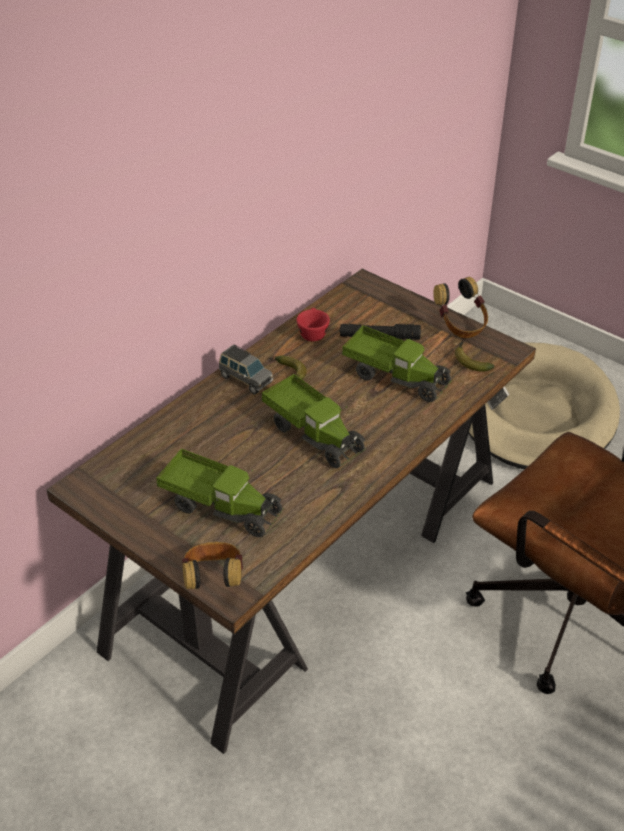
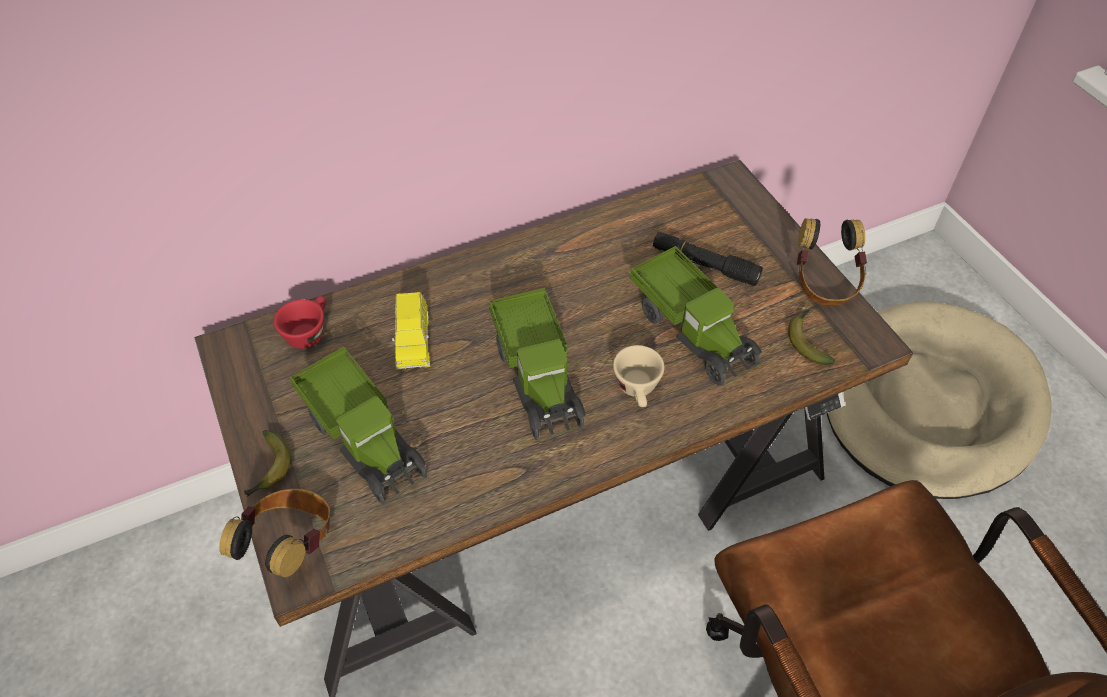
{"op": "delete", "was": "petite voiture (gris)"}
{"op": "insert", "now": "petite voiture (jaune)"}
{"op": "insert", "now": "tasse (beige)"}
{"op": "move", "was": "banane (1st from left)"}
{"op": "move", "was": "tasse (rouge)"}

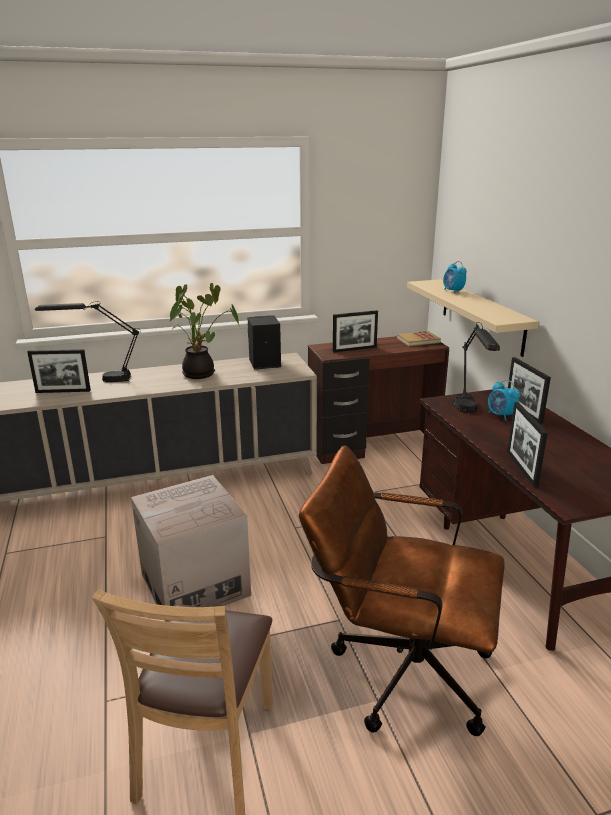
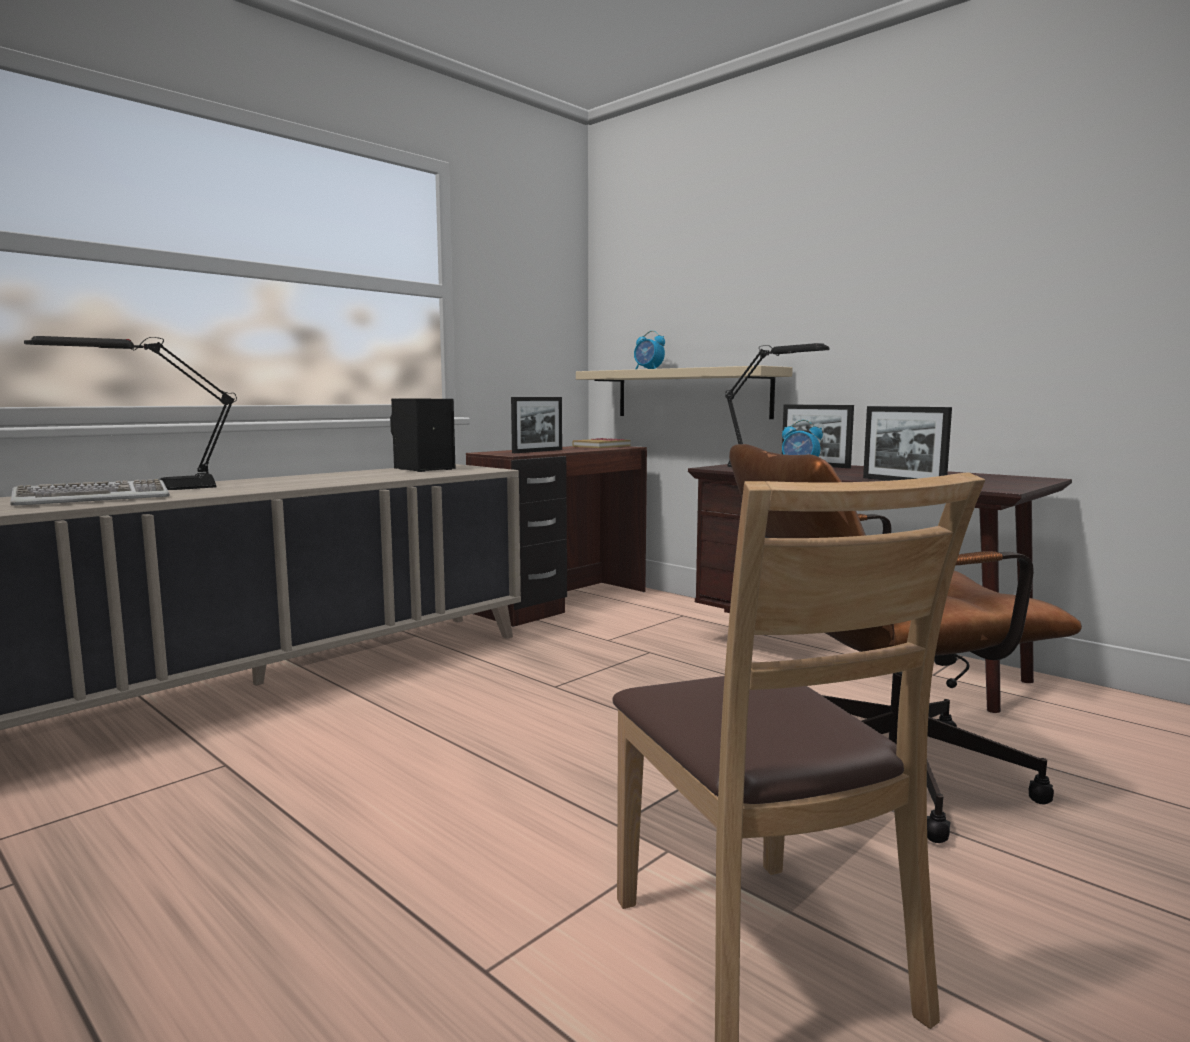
{"op": "delete", "was": "carton"}
{"op": "delete", "was": "plante en pot"}
{"op": "replace", "was": "cadre photo (1st from left)", "now": "clavier"}

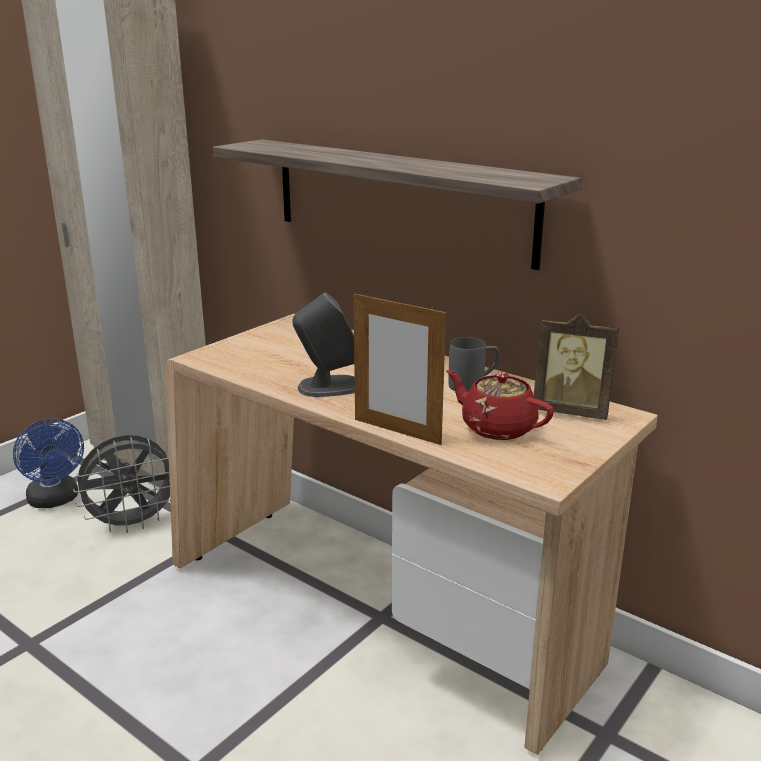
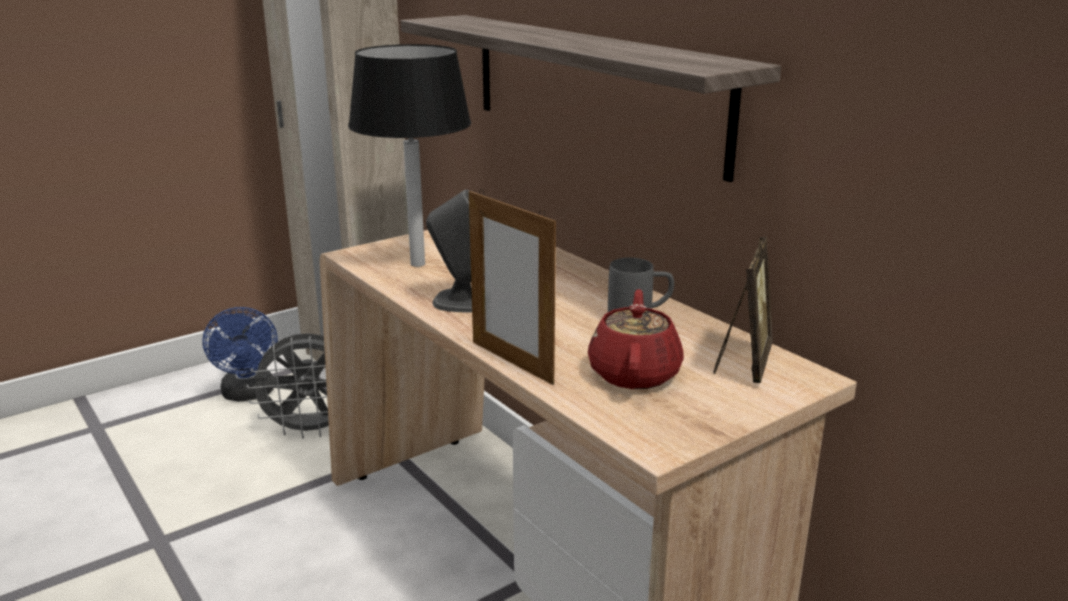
{"op": "insert", "now": "lampe de table (noir)"}
{"op": "rotate", "was": "théière (rouge)", "clockwise": 45}
{"op": "rotate", "was": "cadre photo (2nd from left)", "clockwise": -105}

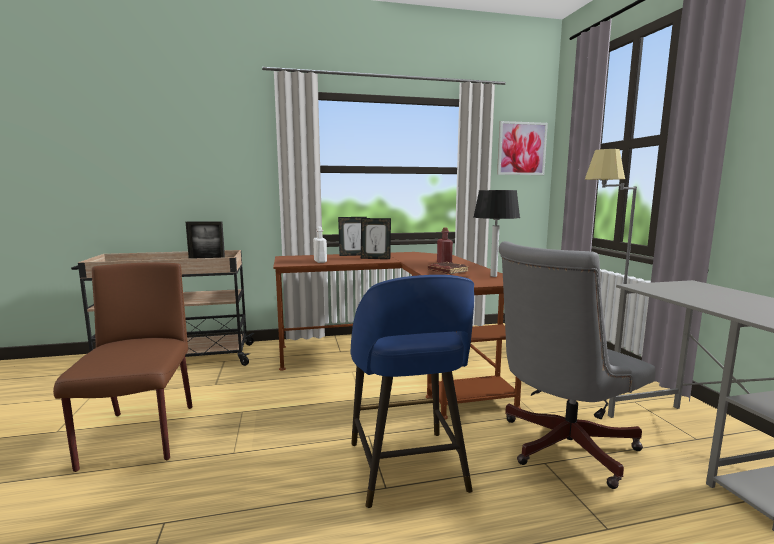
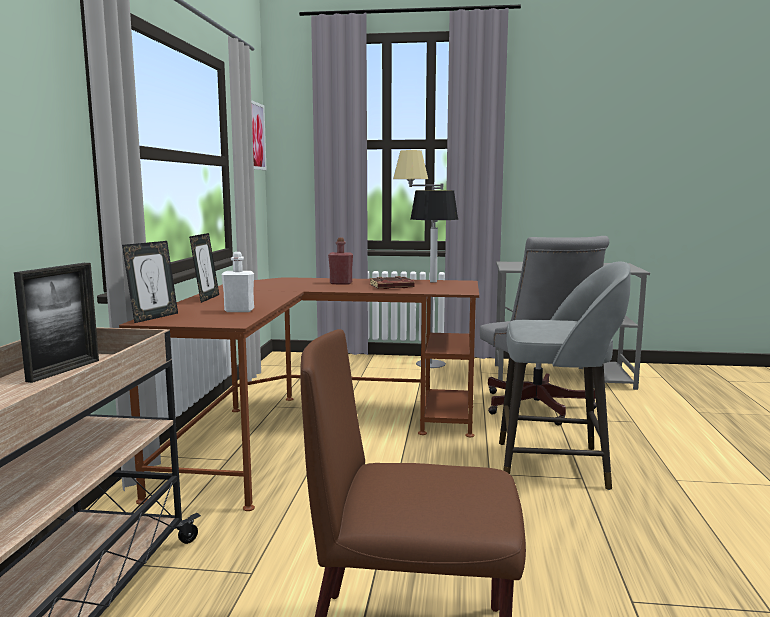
{"op": "move", "was": "cadre photo (3rd from left in the first image)", "now": "cadre photo (2nd from left)"}
{"op": "recolor", "was": "tabouret (bleu)", "now": "tabouret (gris)"}

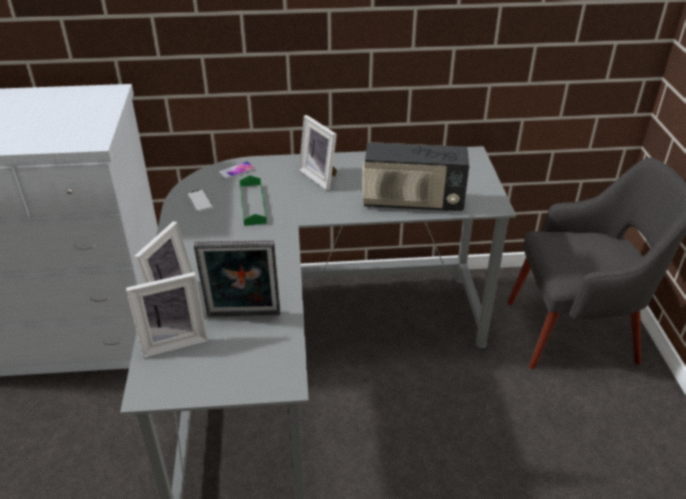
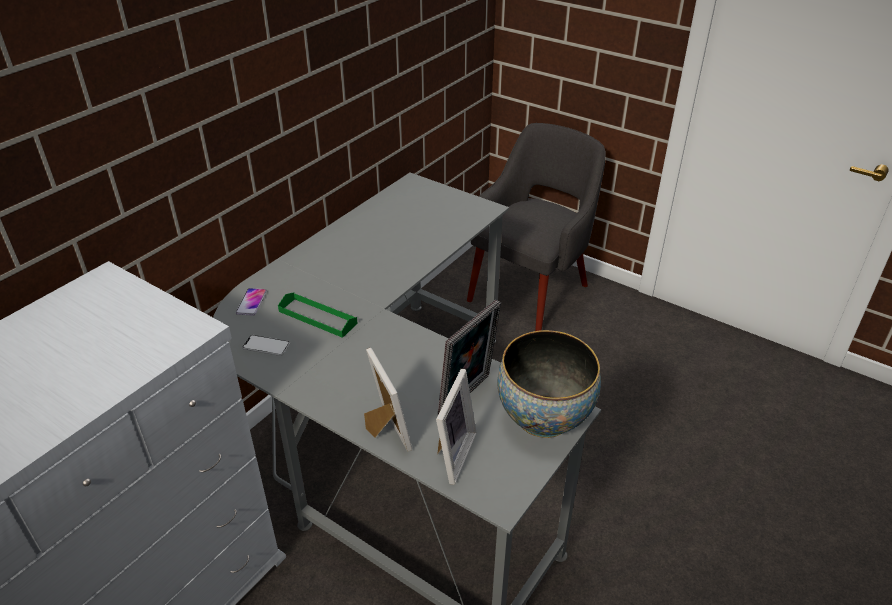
{"op": "delete", "was": "cadre photo (4th from left)"}
{"op": "delete", "was": "radio"}
{"op": "insert", "now": "bol"}

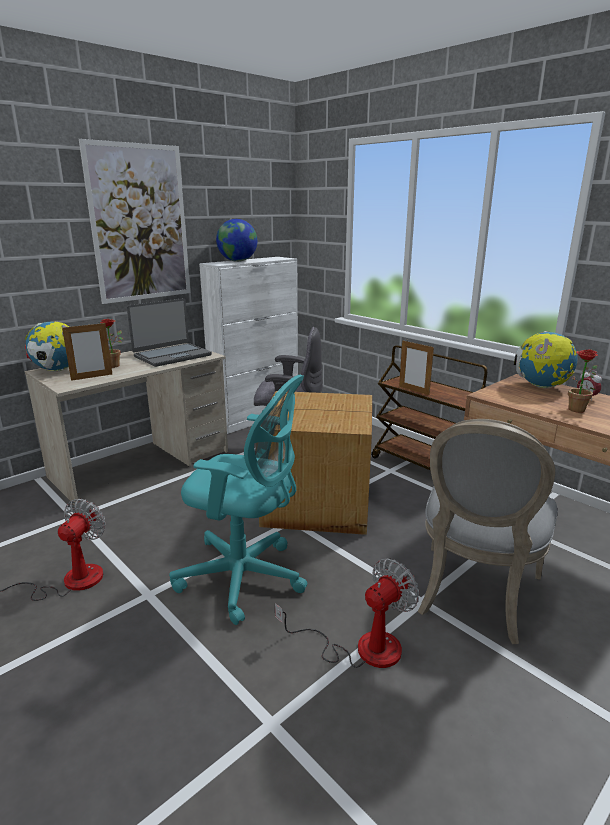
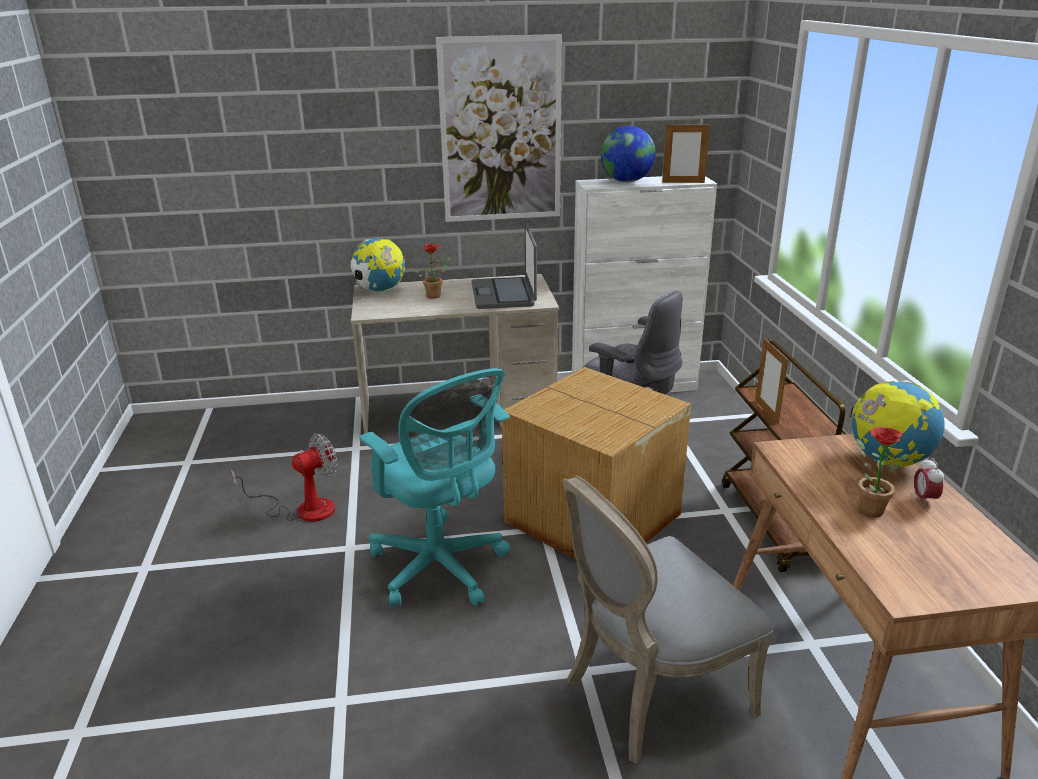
{"op": "delete", "was": "ventilateur (2nd from left)"}
{"op": "move", "was": "cadre photo (1st from left)"}
{"op": "rotate", "was": "ordinateur portable", "clockwise": 90}

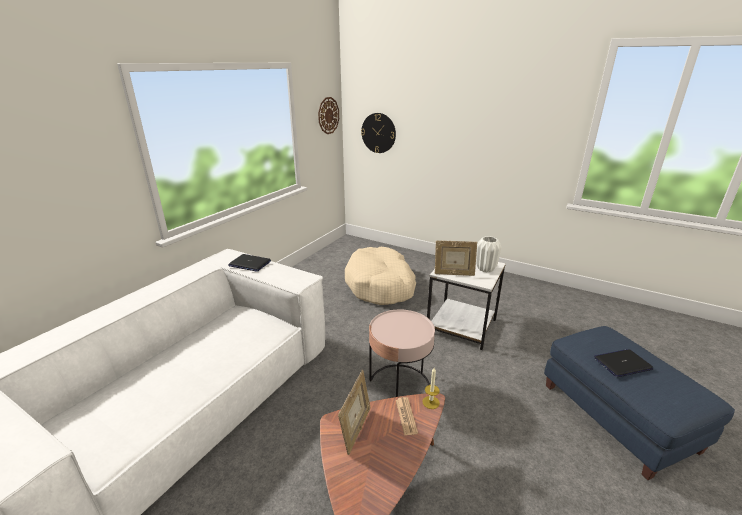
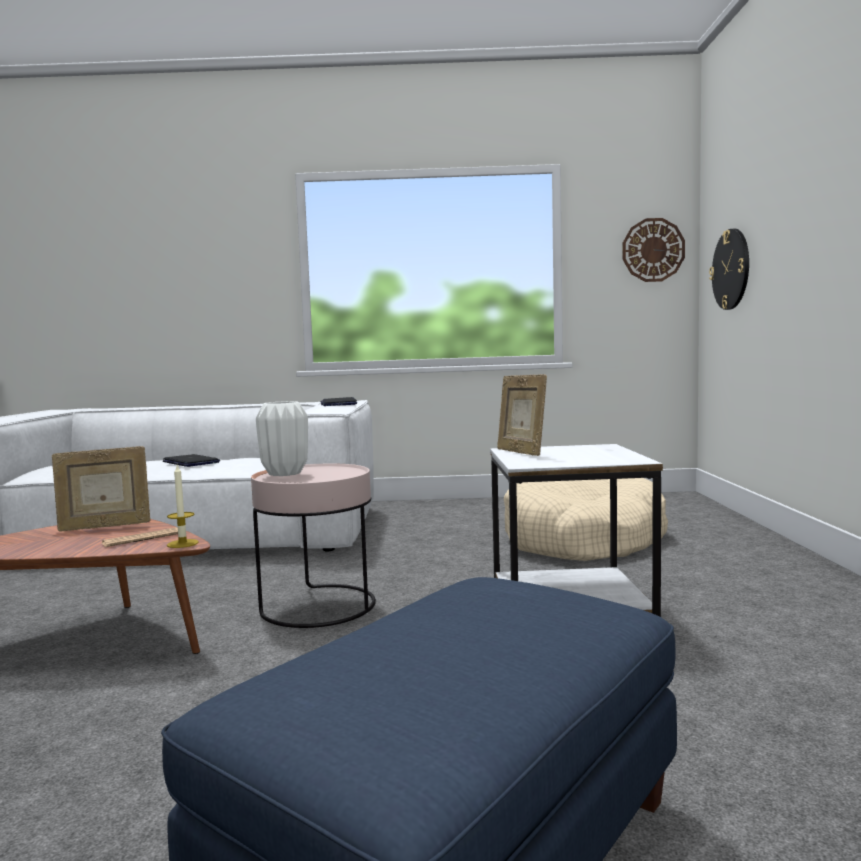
{"op": "move", "was": "vase (blanc)"}
{"op": "move", "was": "ordinateur portable (2nd from left in the first image)", "now": "ordinateur portable (1st from left)"}

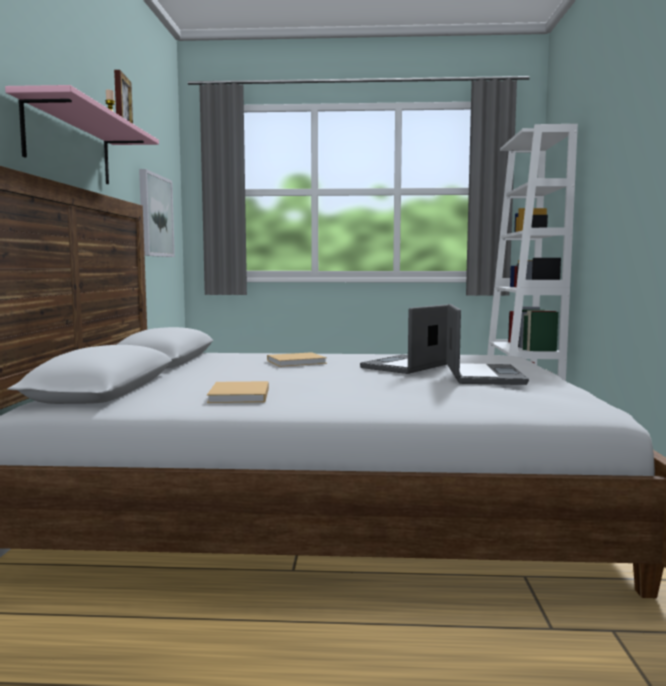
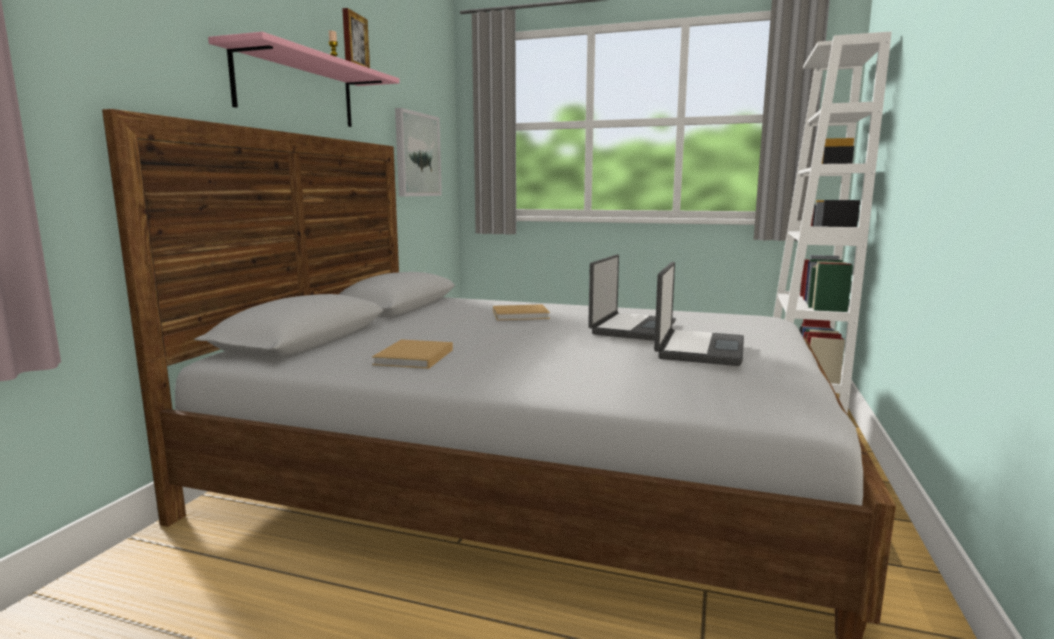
{"op": "rotate", "was": "ordinateur portable (1st from left)", "clockwise": 150}

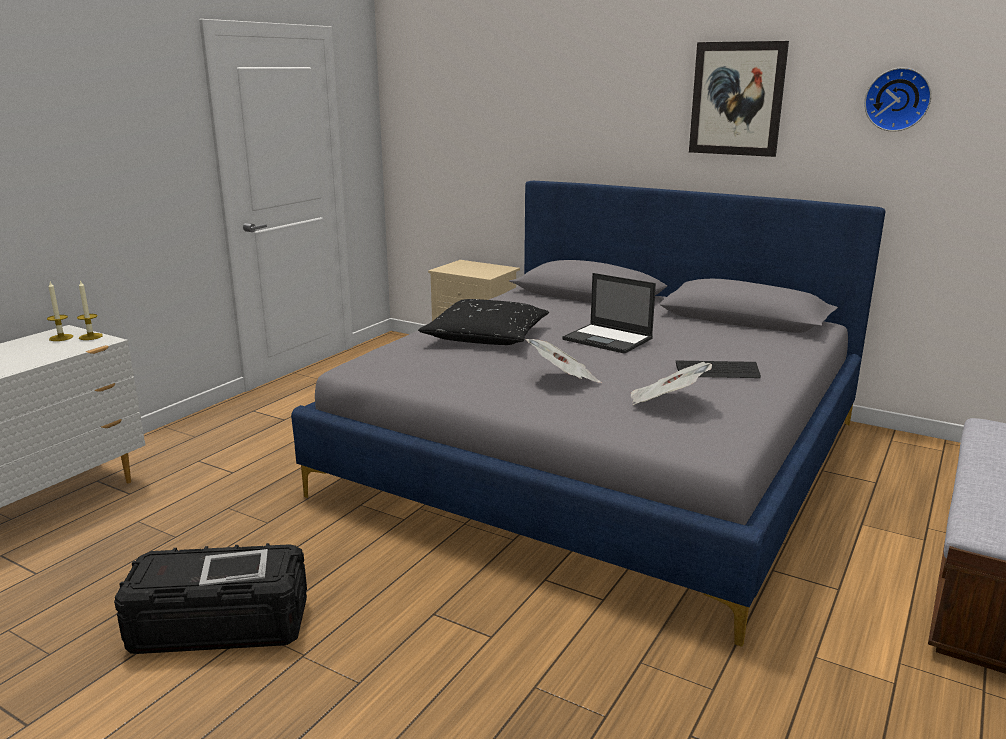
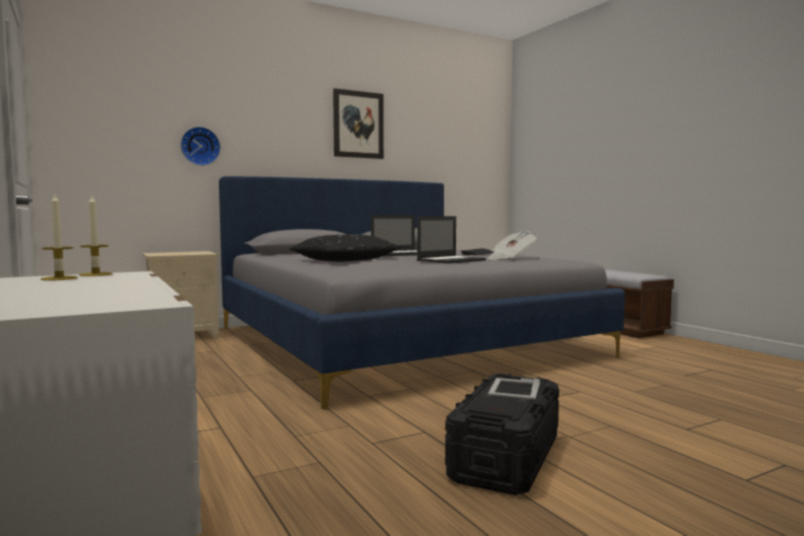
{"op": "move", "was": "horloge murale"}
{"op": "replace", "was": "journal (1st from left)", "now": "ordinateur portable (2nd from left)"}

